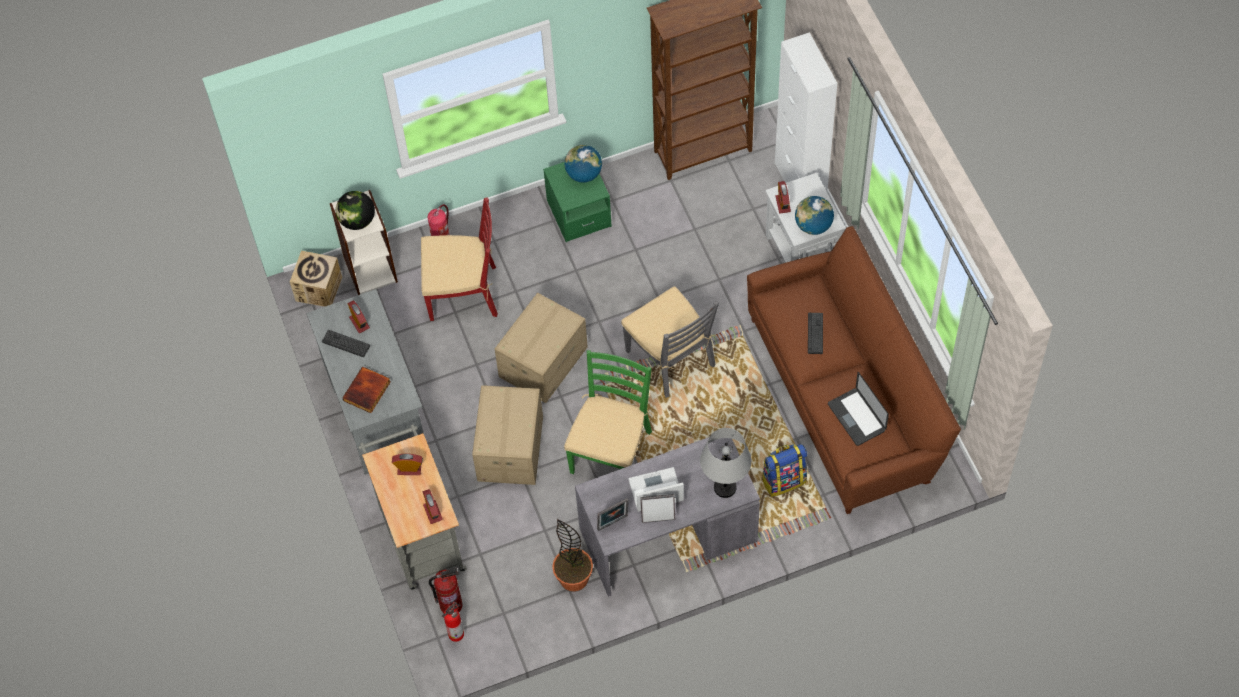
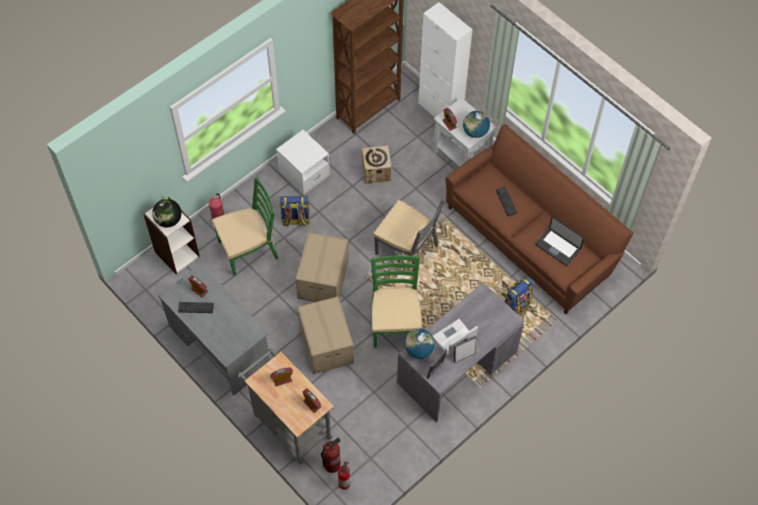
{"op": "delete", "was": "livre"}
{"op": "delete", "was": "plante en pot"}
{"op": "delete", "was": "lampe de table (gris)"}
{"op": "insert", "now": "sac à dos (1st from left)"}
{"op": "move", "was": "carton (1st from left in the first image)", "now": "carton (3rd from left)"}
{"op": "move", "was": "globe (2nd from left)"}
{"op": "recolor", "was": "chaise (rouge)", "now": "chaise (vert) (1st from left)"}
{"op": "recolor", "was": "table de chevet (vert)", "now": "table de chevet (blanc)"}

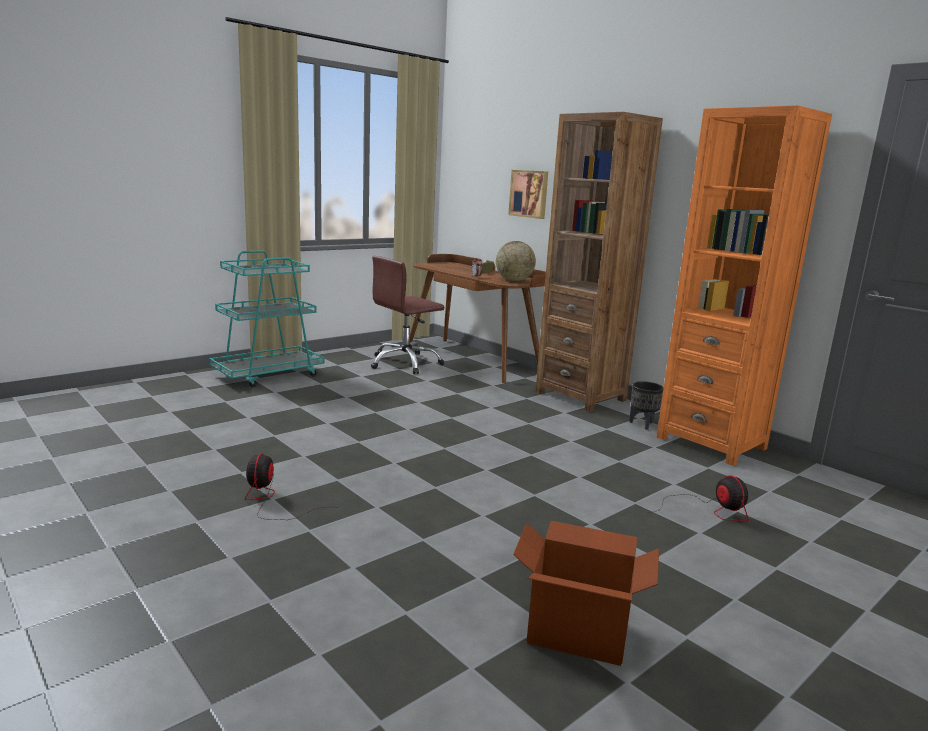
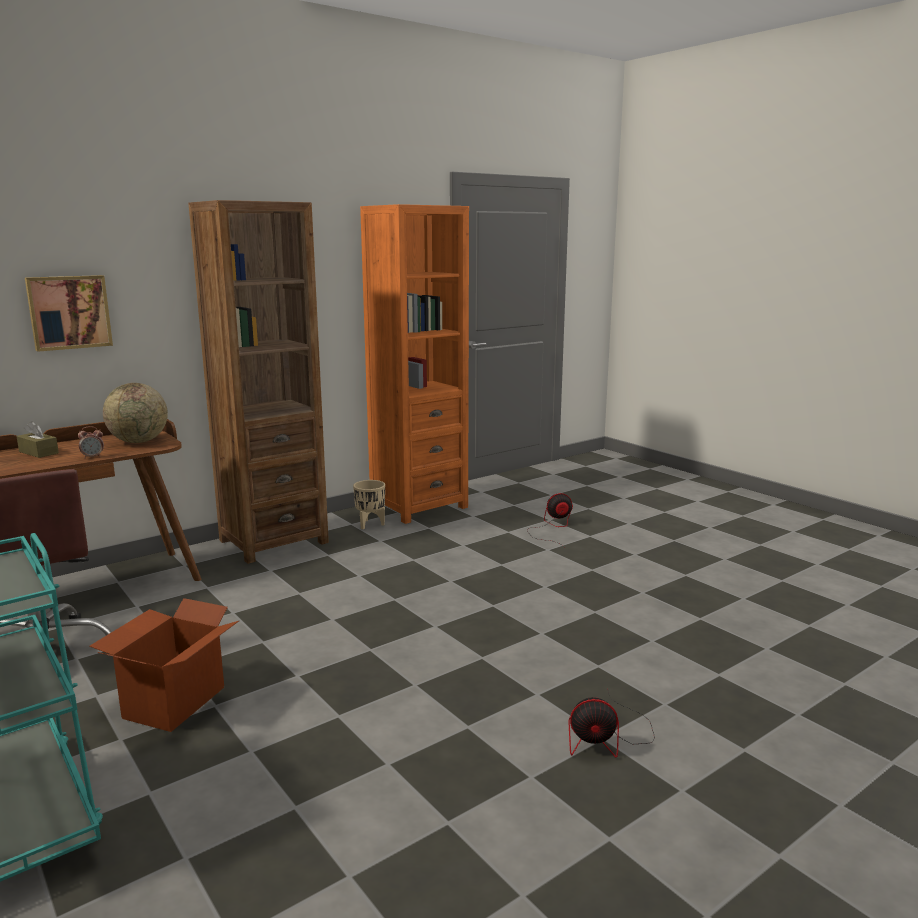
{"op": "move", "was": "carton"}
{"op": "recolor", "was": "cache-pot (noir)", "now": "cache-pot (beige)"}

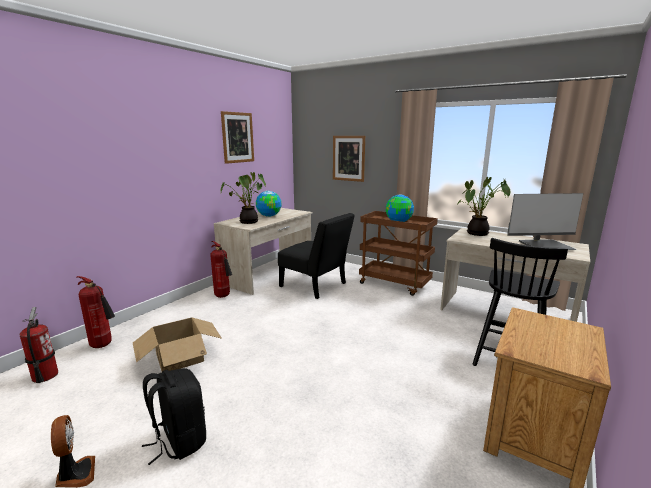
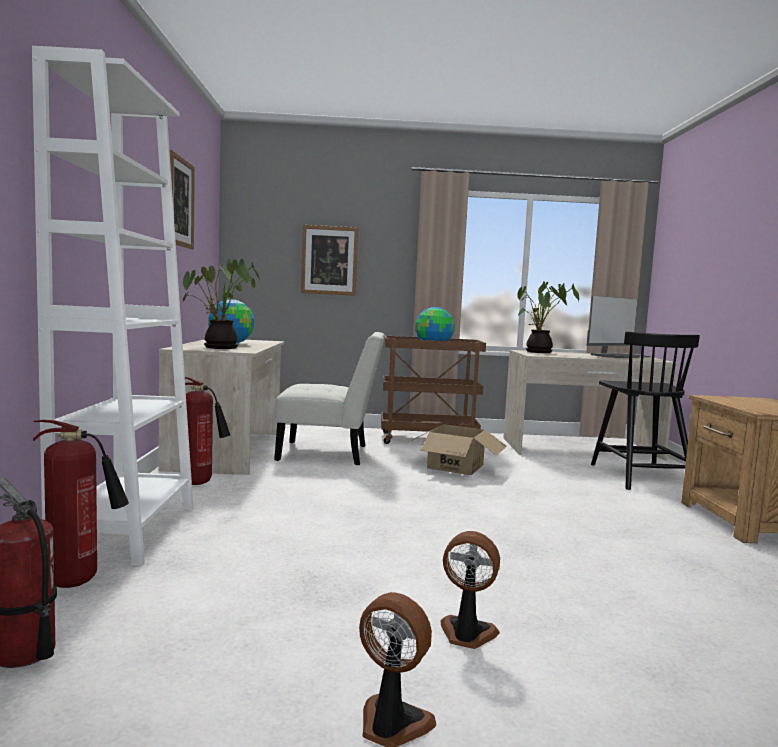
{"op": "insert", "now": "bibliothèque (blanc)"}
{"op": "move", "was": "carton"}
{"op": "replace", "was": "sac à dos (noir)", "now": "ventilateur (2nd from left)"}
{"op": "recolor", "was": "chaise (noir) (1st from left)", "now": "chaise (blanc)"}

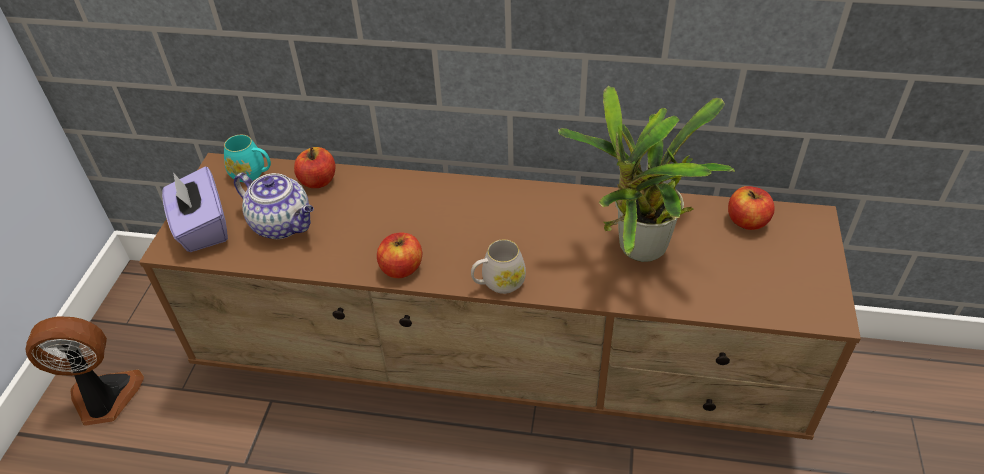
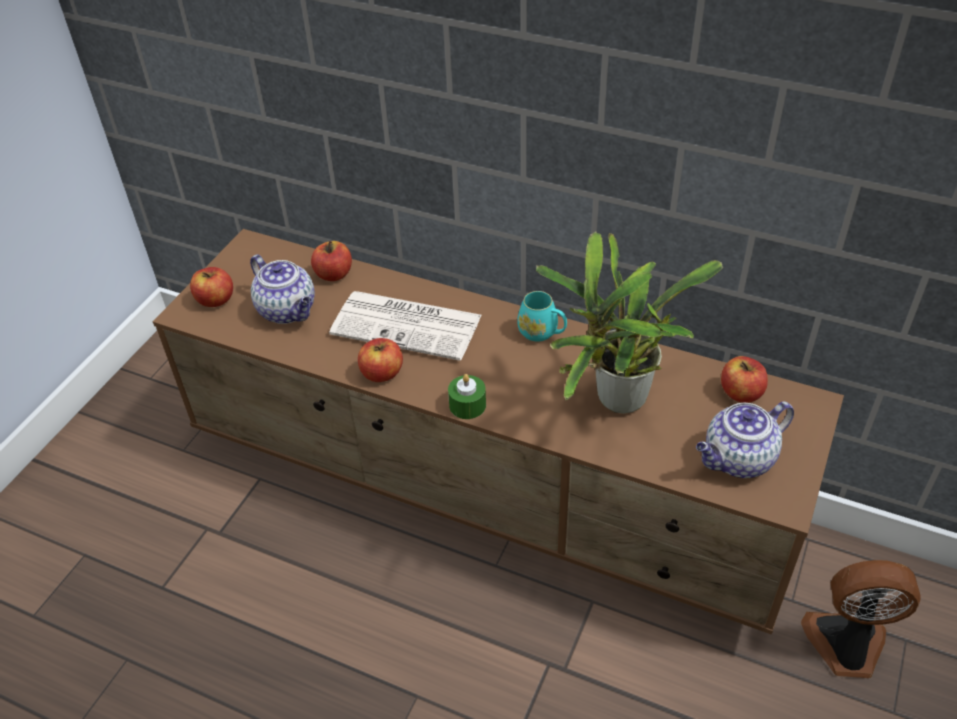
{"op": "insert", "now": "journal"}
{"op": "insert", "now": "théière (2nd from left)"}
{"op": "move", "was": "ventilateur"}
{"op": "move", "was": "mug (turquoise)"}
{"op": "replace", "was": "boîte à mouchoirs (violet)", "now": "pomme (1st from left)"}
{"op": "replace", "was": "mug (blanc)", "now": "bougie (vert)"}

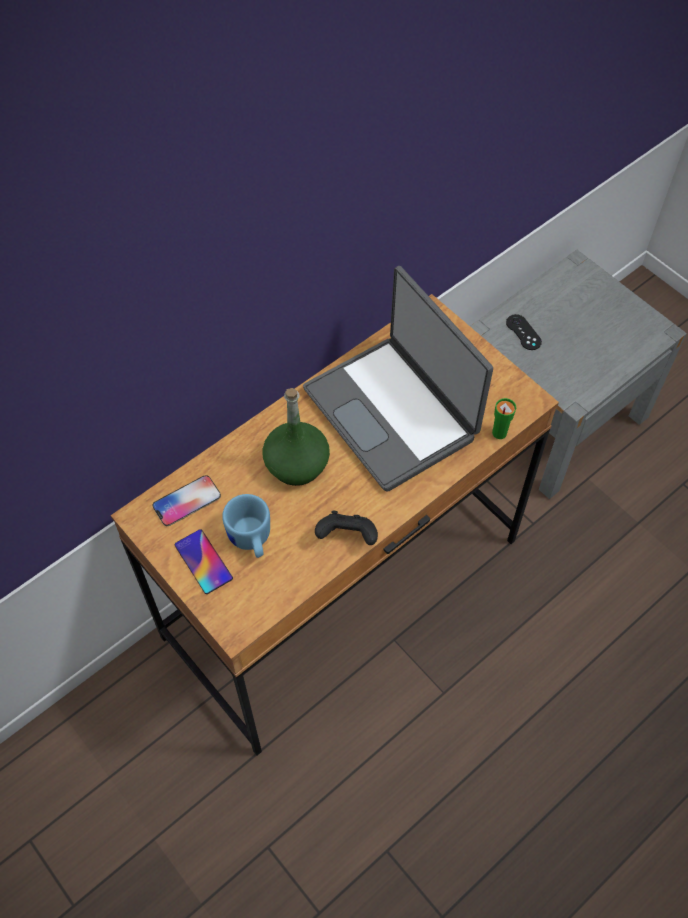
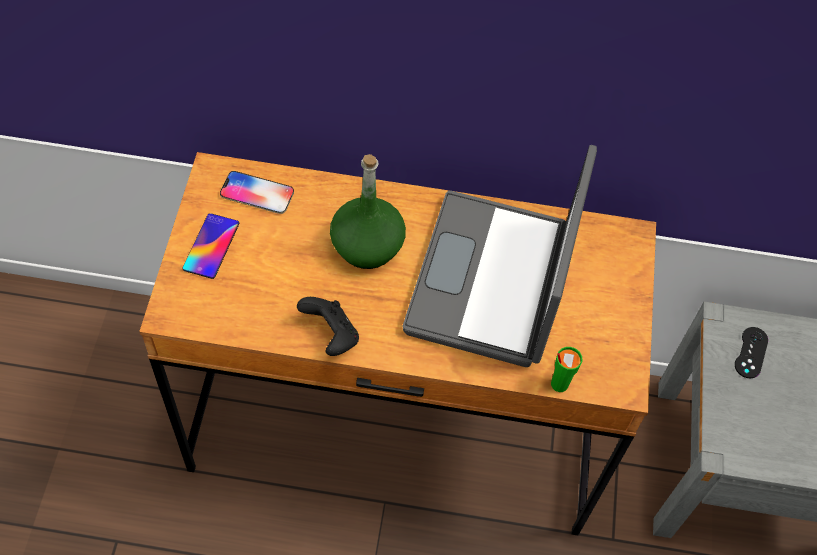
{"op": "delete", "was": "mug (bleu)"}

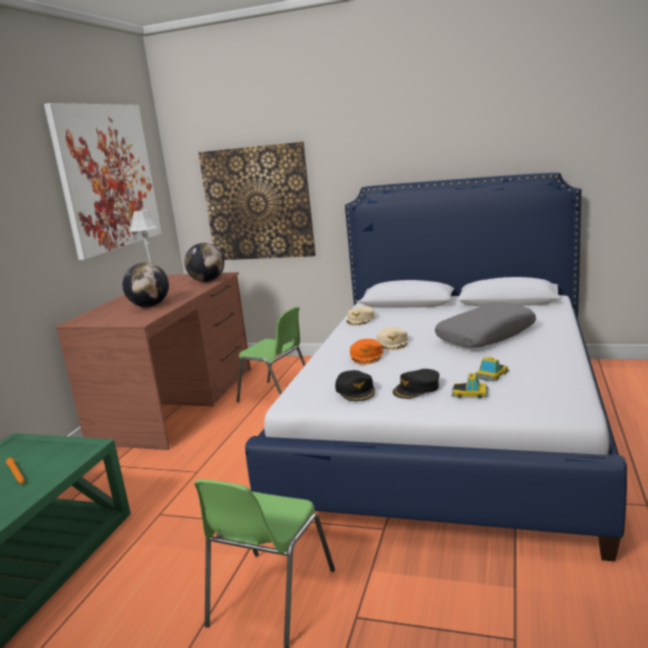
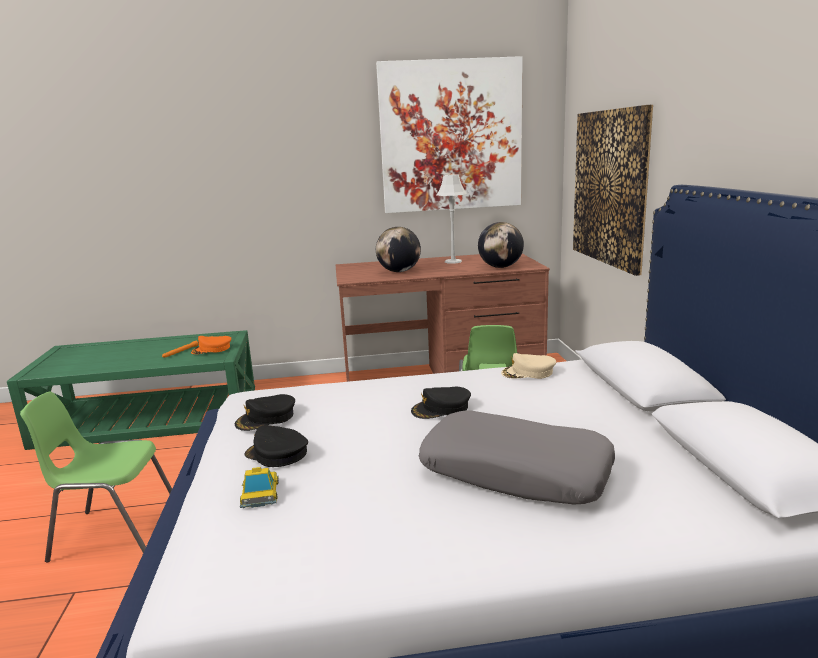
{"op": "delete", "was": "petite voiture (2nd from left)"}
{"op": "move", "was": "casquette (orange)"}
{"op": "recolor", "was": "casquette (beige) (2nd from left)", "now": "casquette (noir) (3rd from left)"}

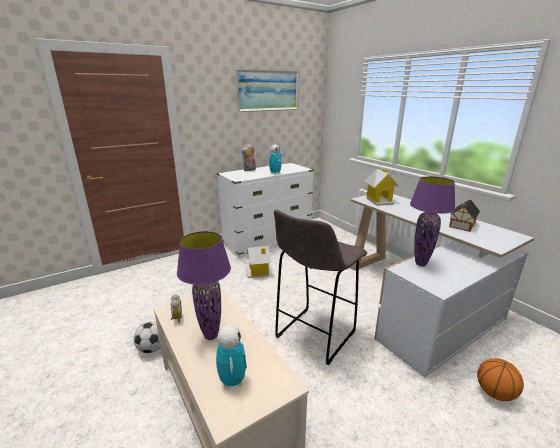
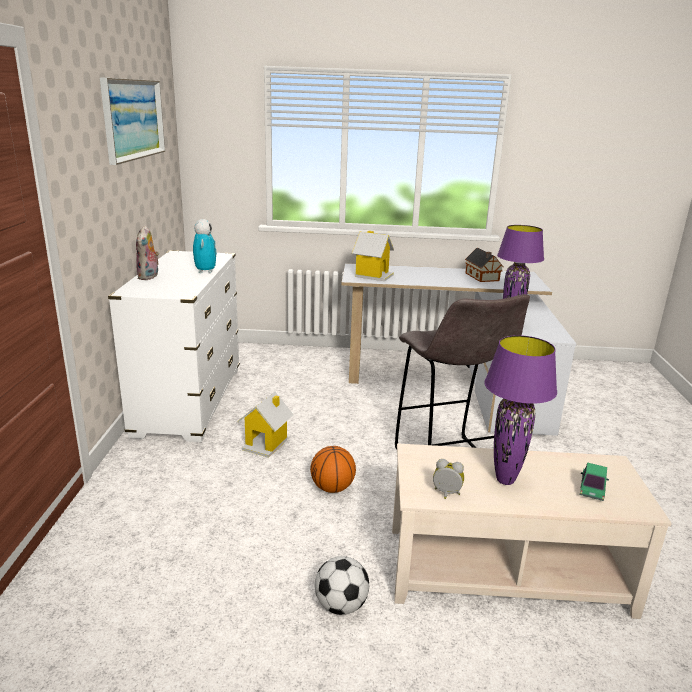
{"op": "move", "was": "ballon de basket"}
{"op": "replace", "was": "robot jouet (1st from left)", "now": "petite voiture"}

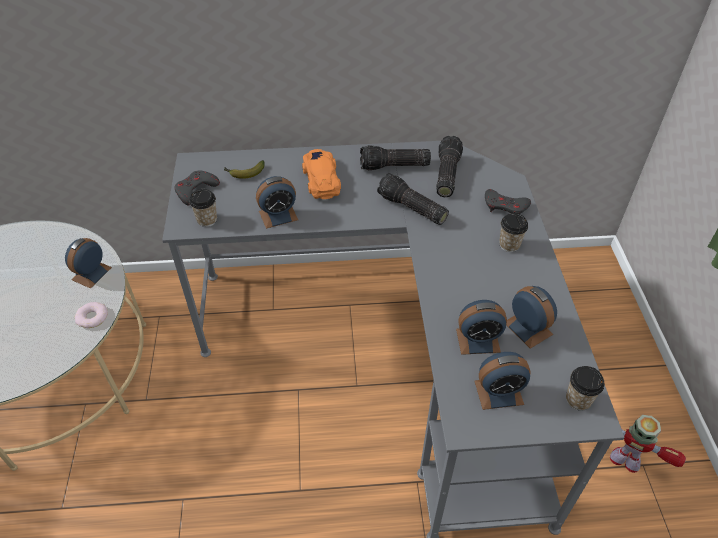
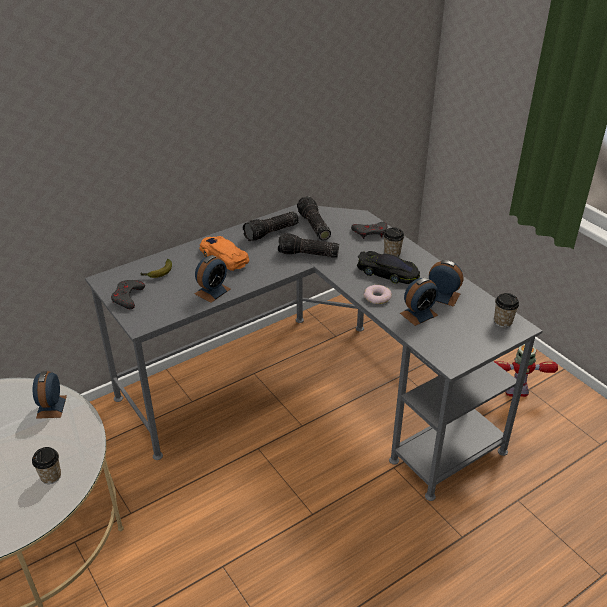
{"op": "delete", "was": "réveil (4th from left)"}
{"op": "insert", "now": "petite voiture (noir)"}
{"op": "move", "was": "beignet"}
{"op": "move", "was": "tasse (1st from left)"}

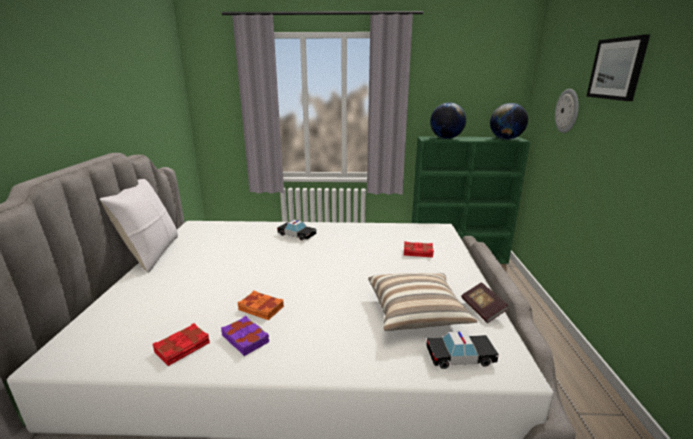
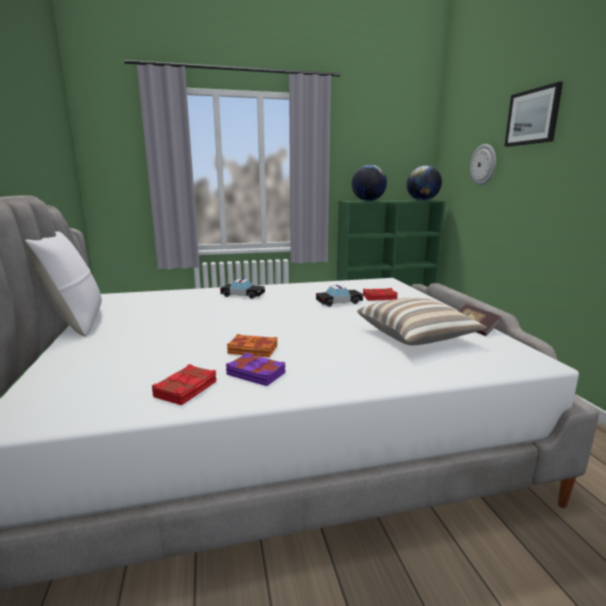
{"op": "move", "was": "petite voiture (2nd from left)"}

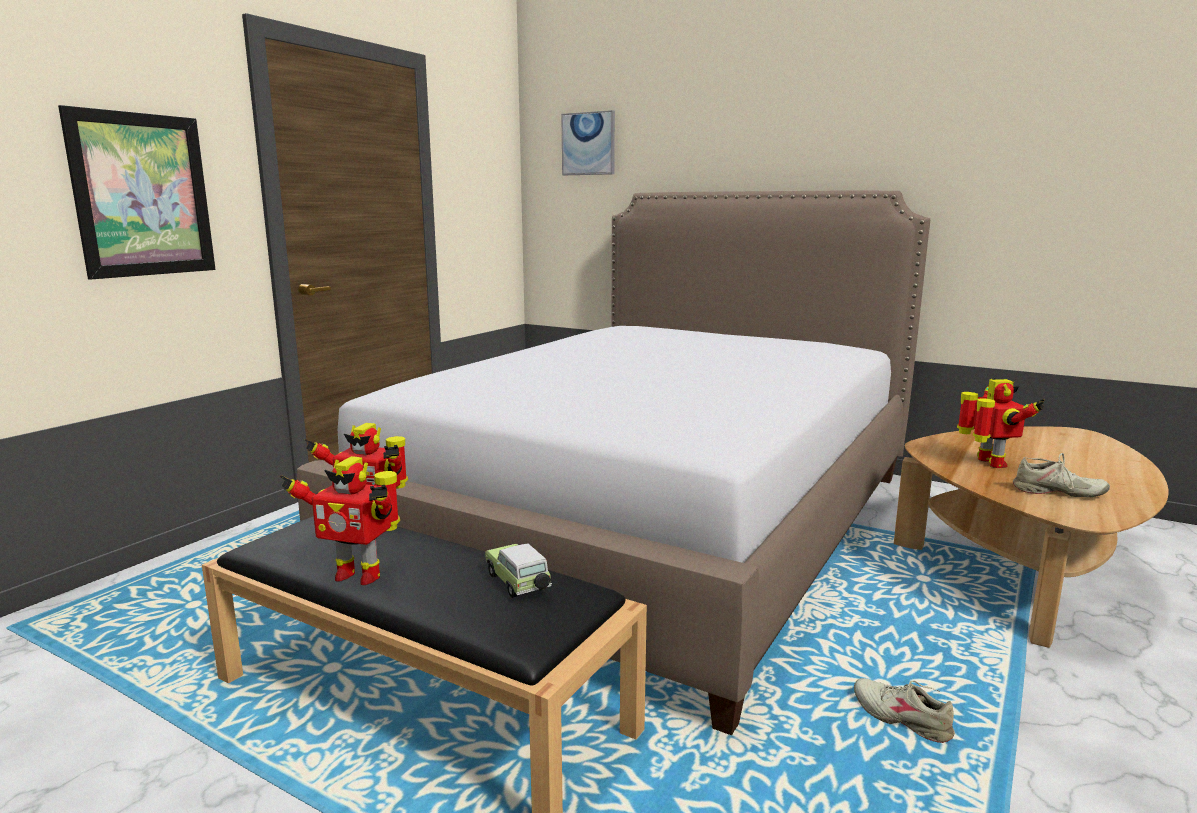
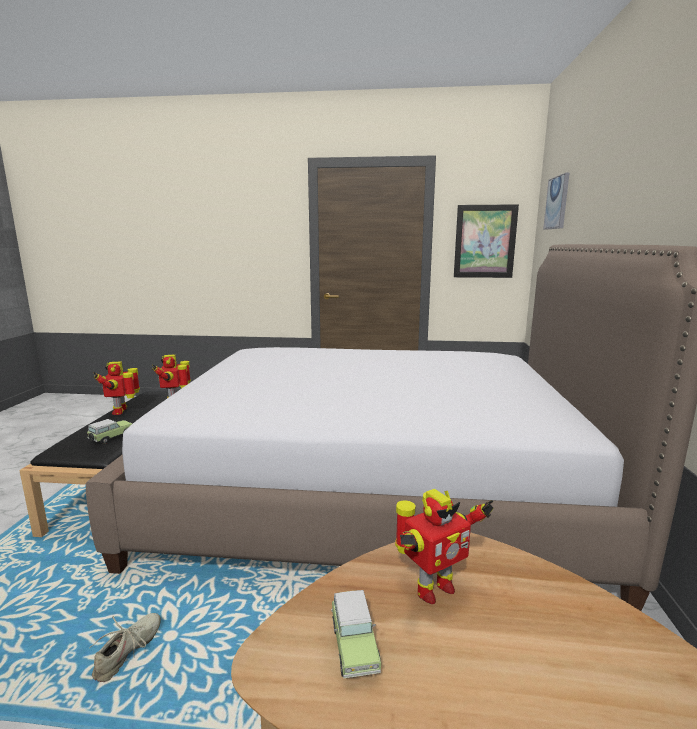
{"op": "move", "was": "tableau (1st from left)"}
{"op": "replace", "was": "chaussure (beige) (2nd from left)", "now": "petite voiture (2nd from left)"}

